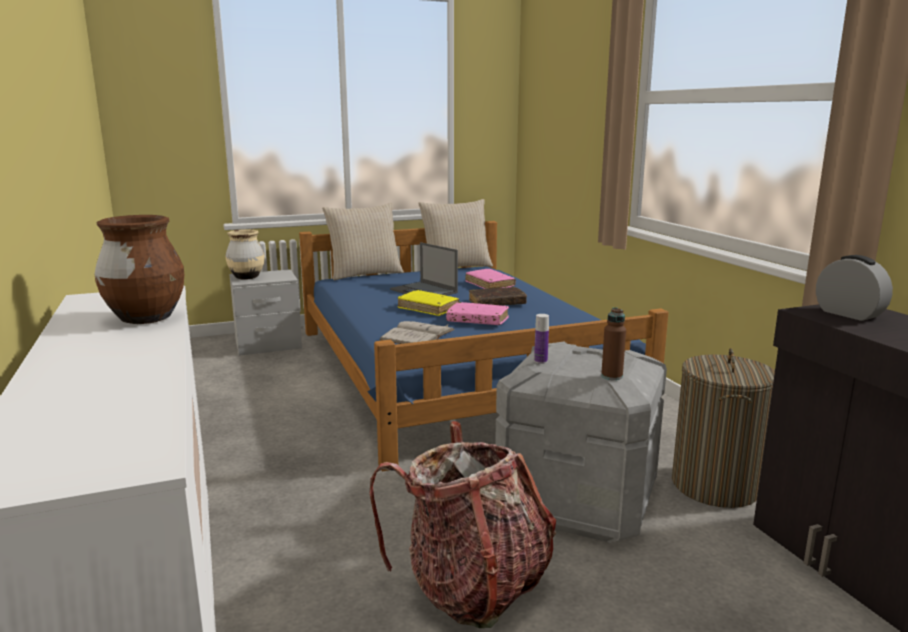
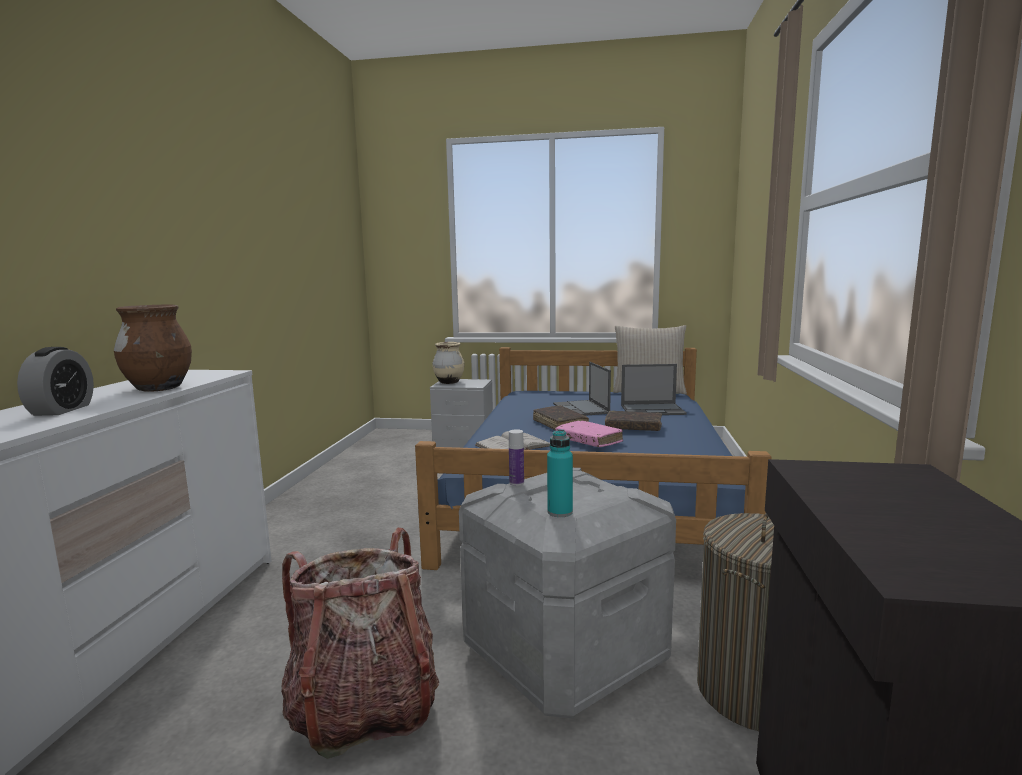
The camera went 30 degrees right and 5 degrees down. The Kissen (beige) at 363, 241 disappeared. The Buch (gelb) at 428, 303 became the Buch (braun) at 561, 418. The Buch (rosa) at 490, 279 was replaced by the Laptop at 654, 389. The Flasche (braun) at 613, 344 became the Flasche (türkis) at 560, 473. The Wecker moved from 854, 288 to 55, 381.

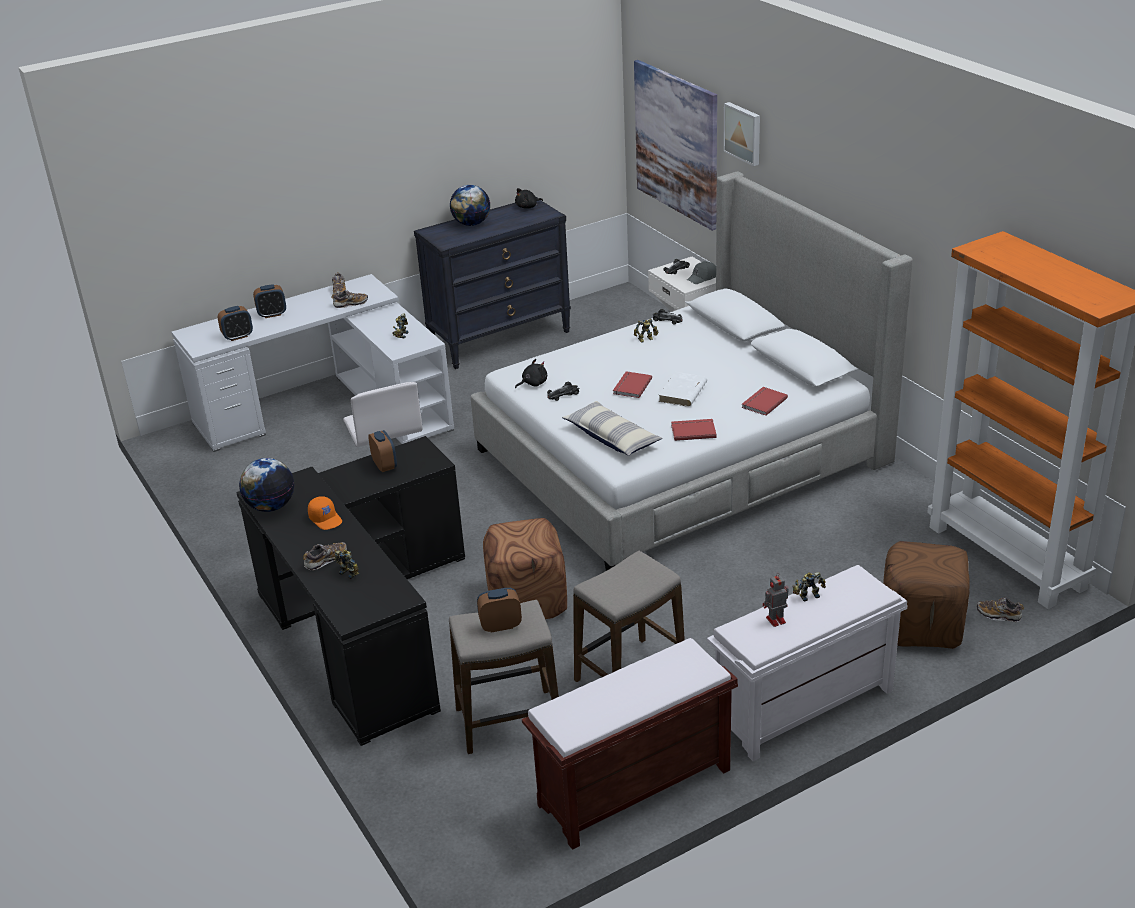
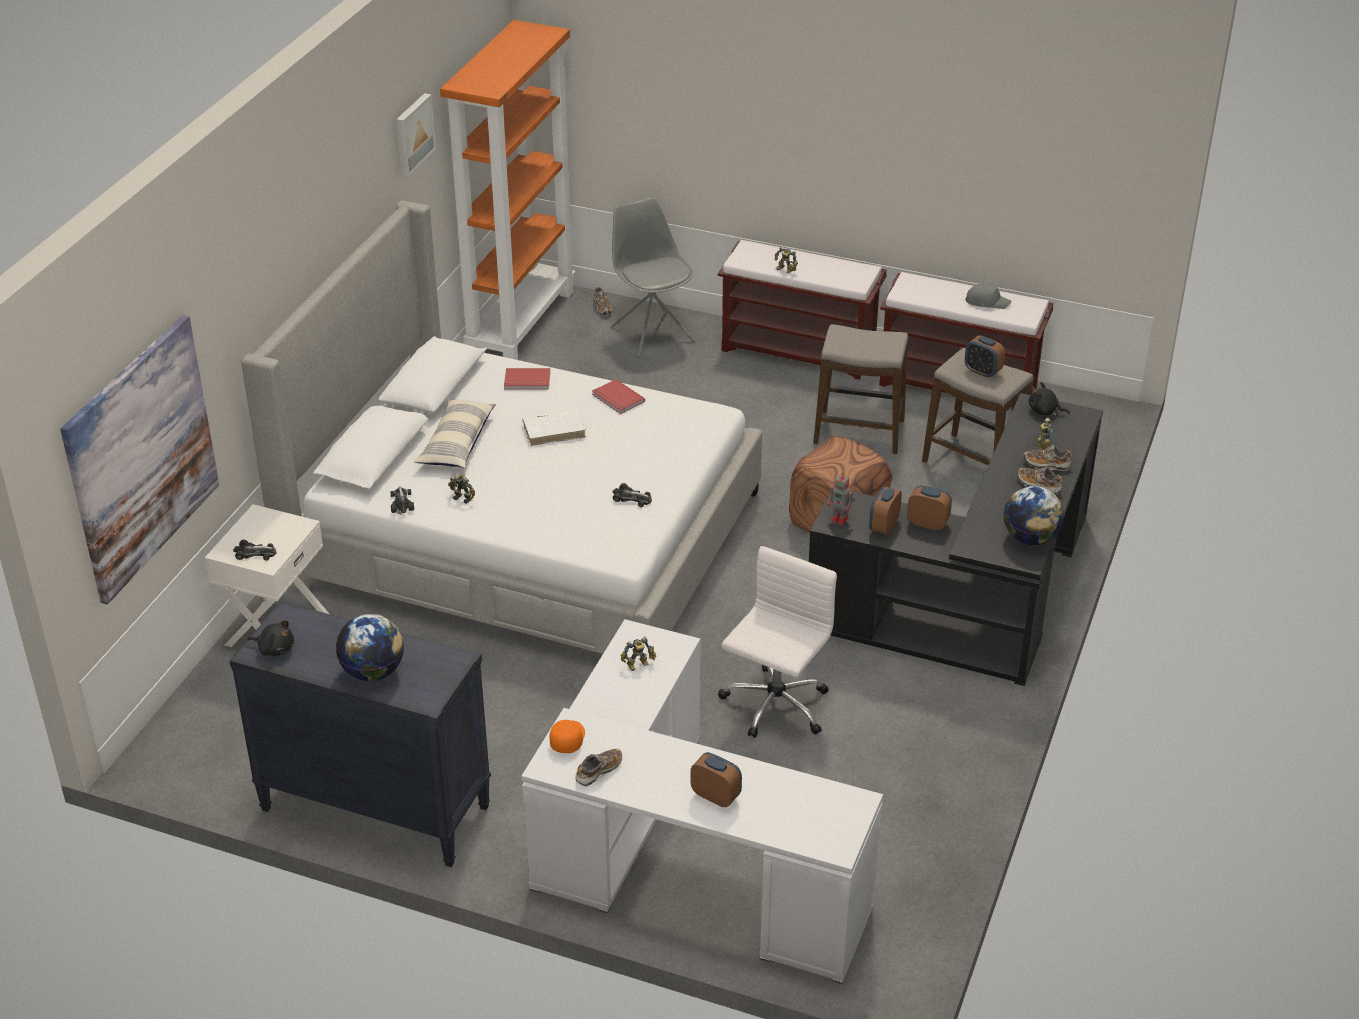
The camera went 130 degrees left and 5 degrees up. The Wecker moved from 235, 323 to 929, 507. The Kappe (orange) moved from 325, 513 to 567, 736. The Schuh moved from 349, 299 to 1040, 481. The Plüschtier (schwarz) moved from 531, 373 to 1049, 399. The Kissen moved from 612, 428 to 455, 433. The Buch (rot) at 632, 385 disappeared. The Kappe (grau) moved from 701, 272 to 988, 296. The Bank (weiß) at 807, 663 became the Bank (braun) at 802, 310. The Bild moved from 741, 134 to 416, 134. The Spielzeugroboter moved from 776, 600 to 841, 499. The Polsterhocker (braun) at 926, 595 was replaced by the Stuhl (grau) at 653, 278.

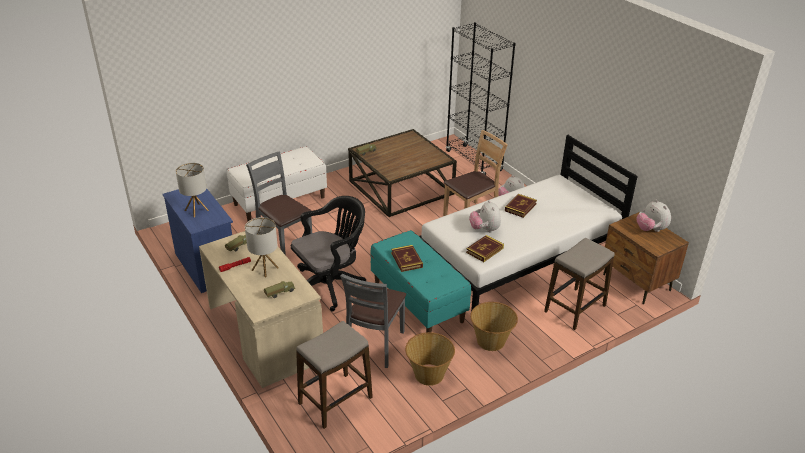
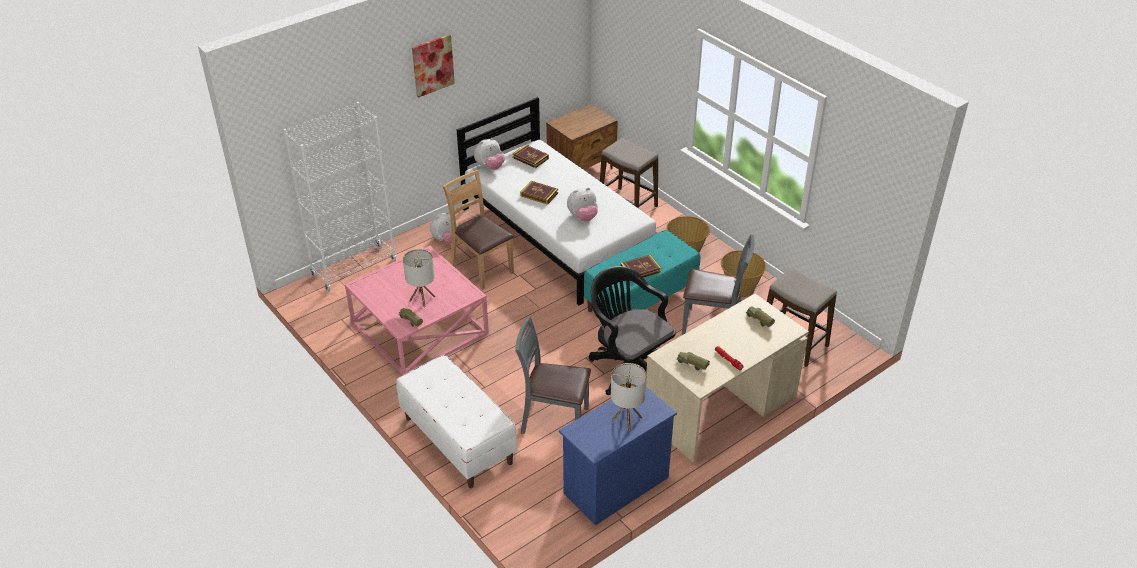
The camera went 95 degrees left and 5 degrees up. The Tischlampe moved from 262, 247 to 419, 278. The Stuhl (grau) at 279, 203 turned 60 degrees clockwise. The Couchtisch (braun) at 402, 173 became the Couchtisch (rosa) at 417, 310. The Bücherregal (schwarz) at 481, 98 became the Bücherregal (weiß) at 340, 197. The Buch moved from 485, 248 to 530, 156. The Plüschtier moved from 653, 215 to 489, 154. The Bild at 433, 66 appeared.

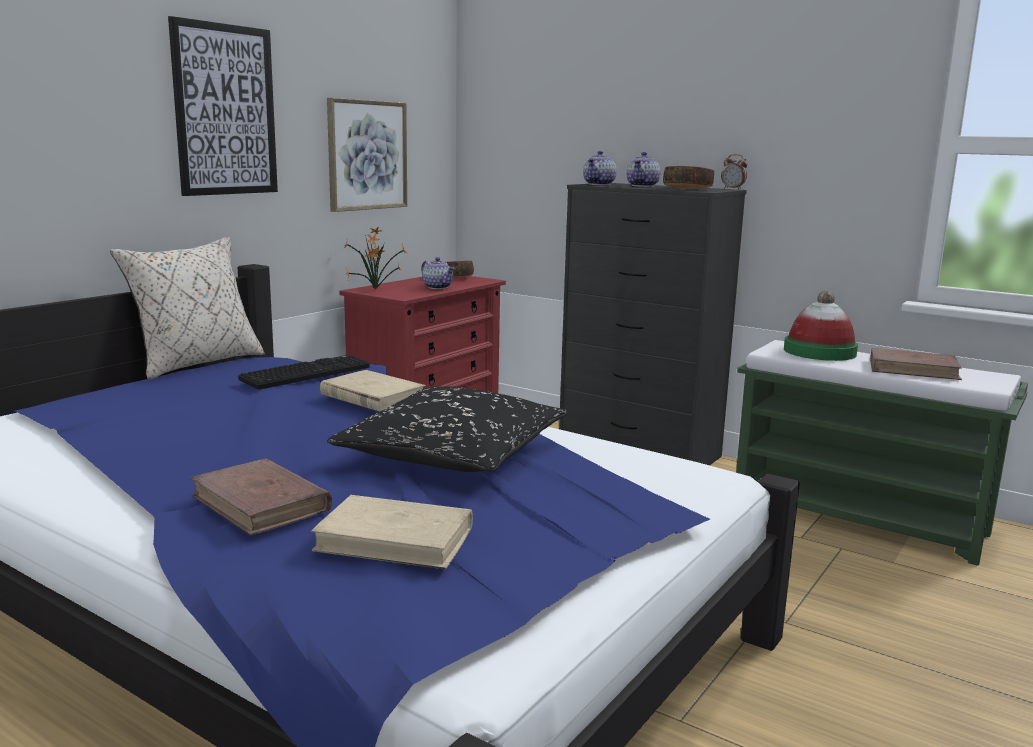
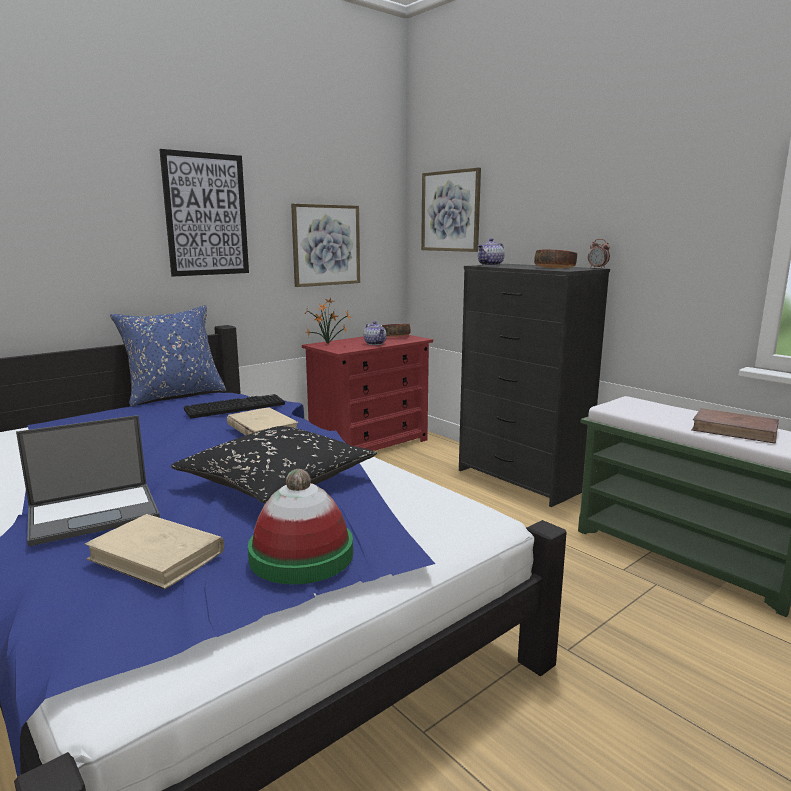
The camera went 15 degrees right and 0 degrees up. The Kissen (beige) at 187, 308 became the Kissen (blau) at 168, 356. The Buch (braun) at 261, 497 was replaced by the Laptop at 88, 481. The Teekanne at 643, 169 disappeared. The Hut moved from 821, 326 to 300, 526. The Bild at 451, 209 appeared.

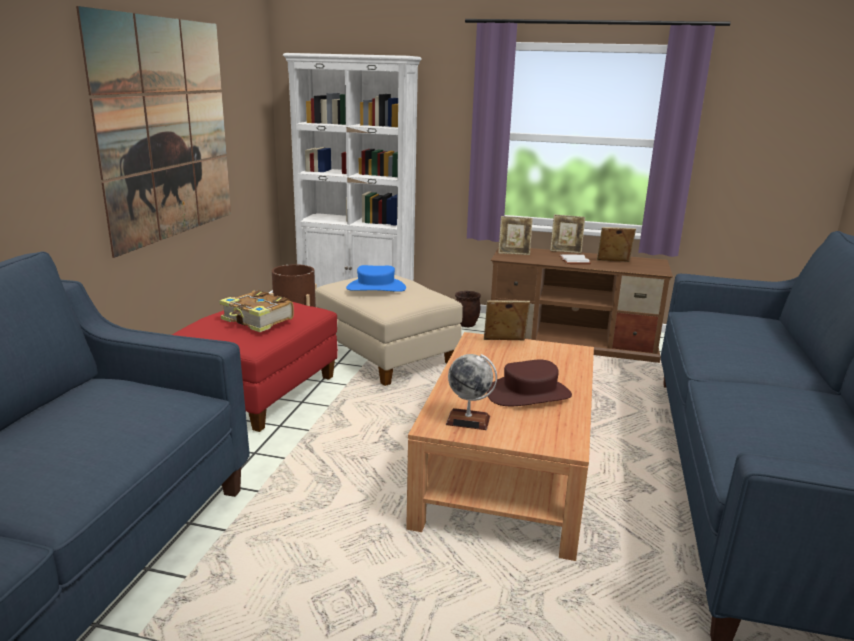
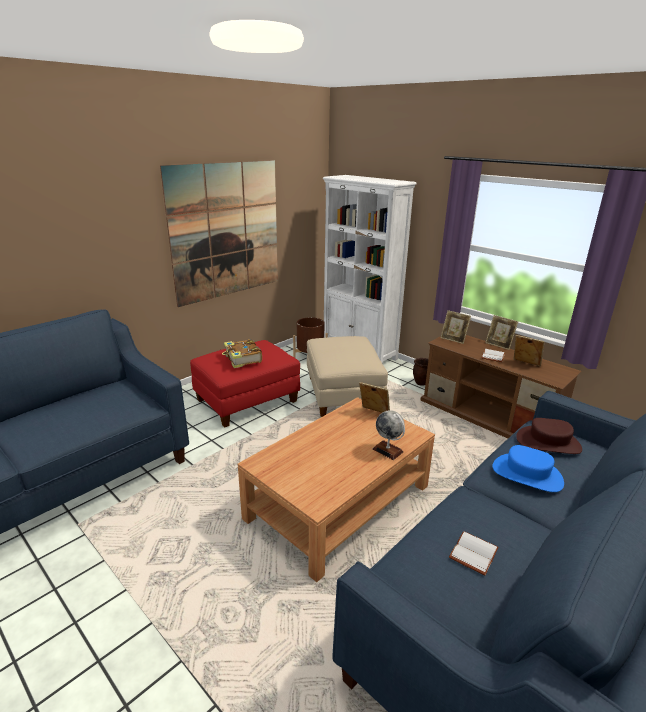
The camera went 30 degrees right and 5 degrees up. The Hut (blau) moved from 376, 278 to 528, 468. The Globus moved from 471, 392 to 388, 435. The Hut (braun) moved from 529, 383 to 549, 436. The Buch (weiß) at 474, 553 appeared.

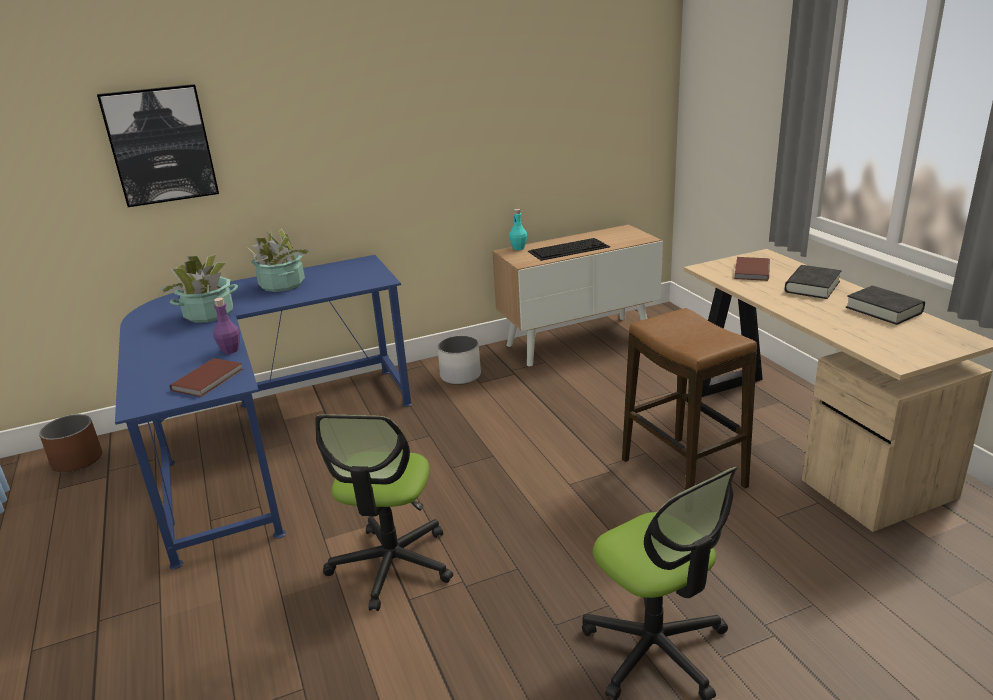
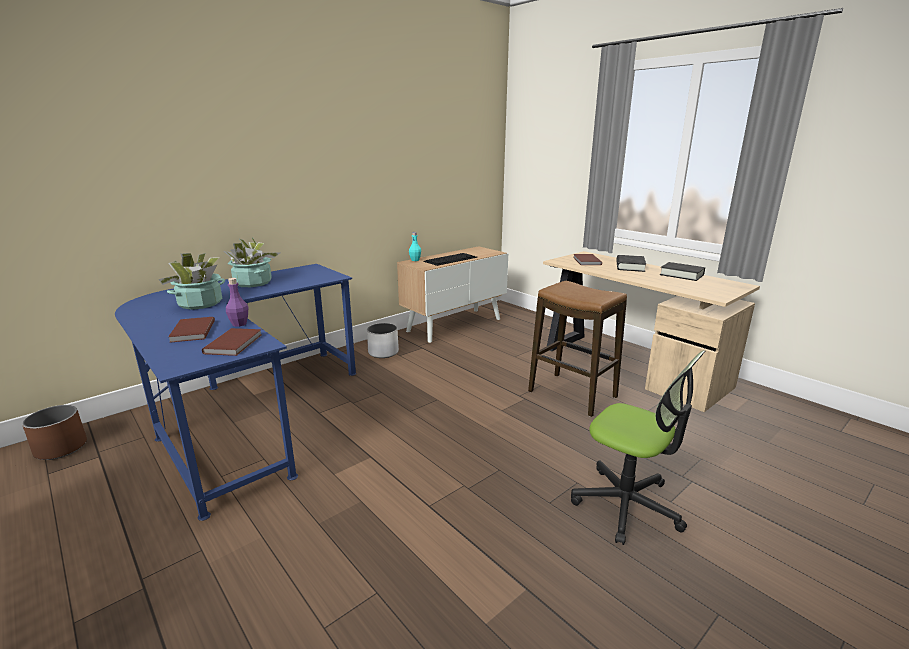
The camera went 20 degrees left and 5 degrees down. The Bild at 158, 145 disappeared. The Bürostuhl at 384, 512 disappeared. The Buch (braun) at 191, 330 appeared.

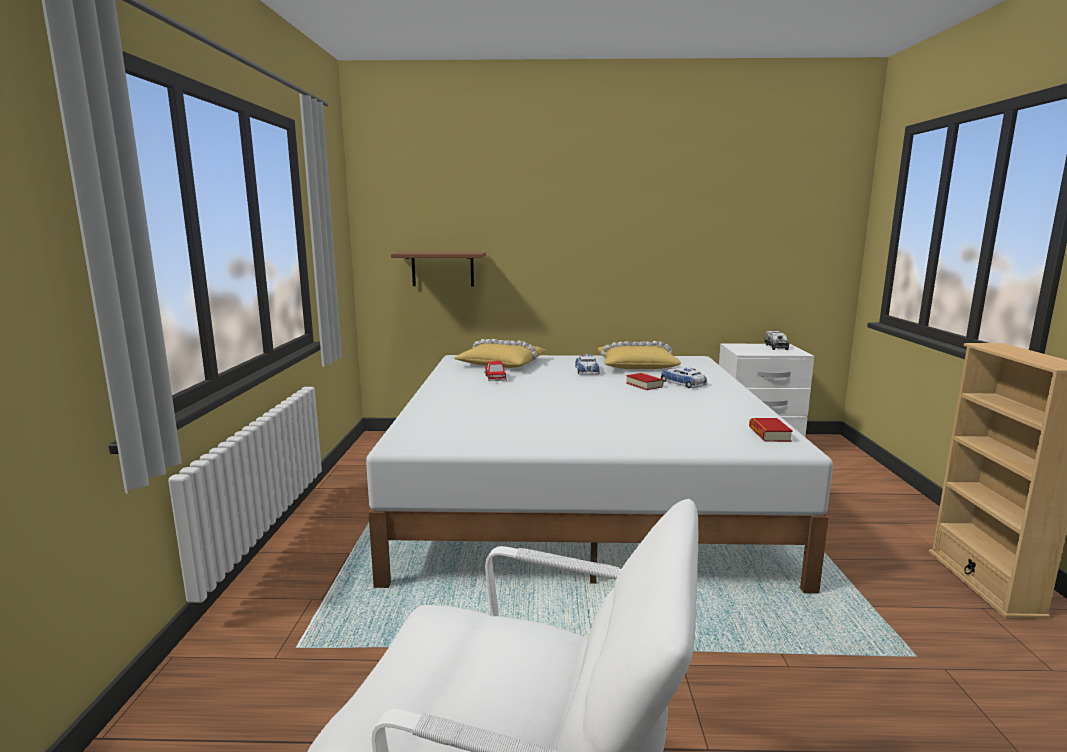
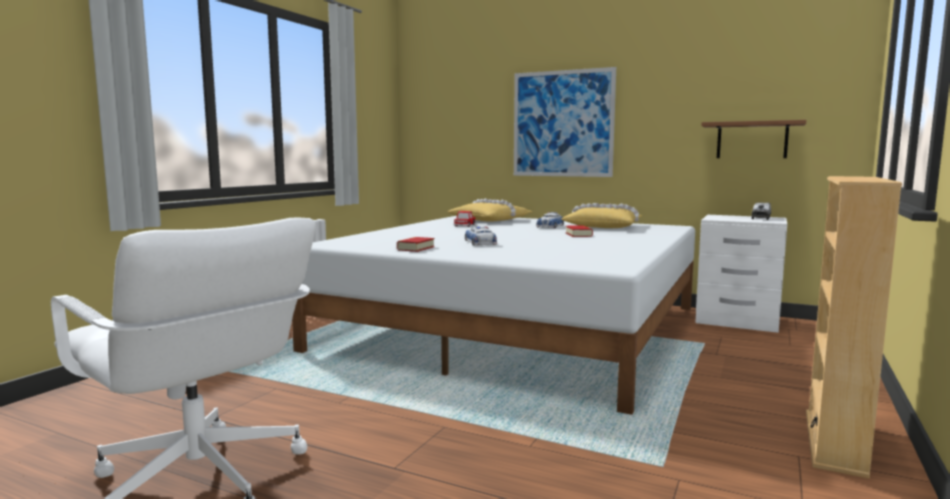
The camera went 25 degrees right and 5 degrees down. The Wandregal (braun) moved from 438, 269 to 753, 139. The Spielzeugauto moved from 684, 377 to 481, 236. The Buch moved from 771, 430 to 416, 244. The Bild at 565, 122 appeared.

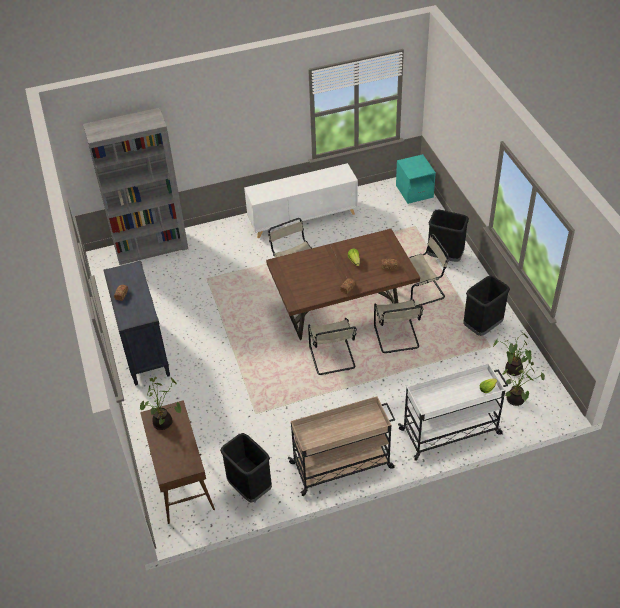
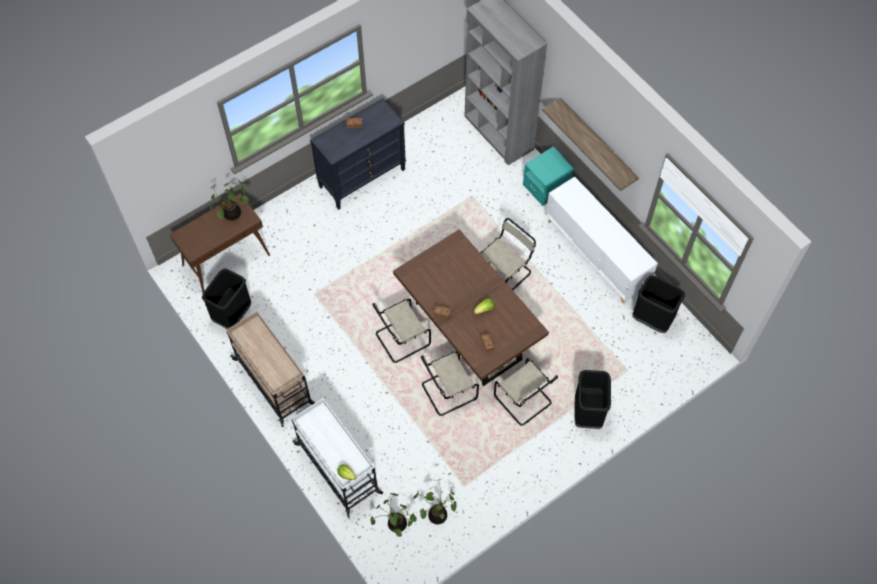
The camera went 70 degrees right and 15 degrees up. The Nachttisch (türkis) moved from 416, 179 to 548, 176. The Mülleimer (schwarz) moved from 486, 306 to 658, 304. The Wandregal at 590, 144 appeared.

